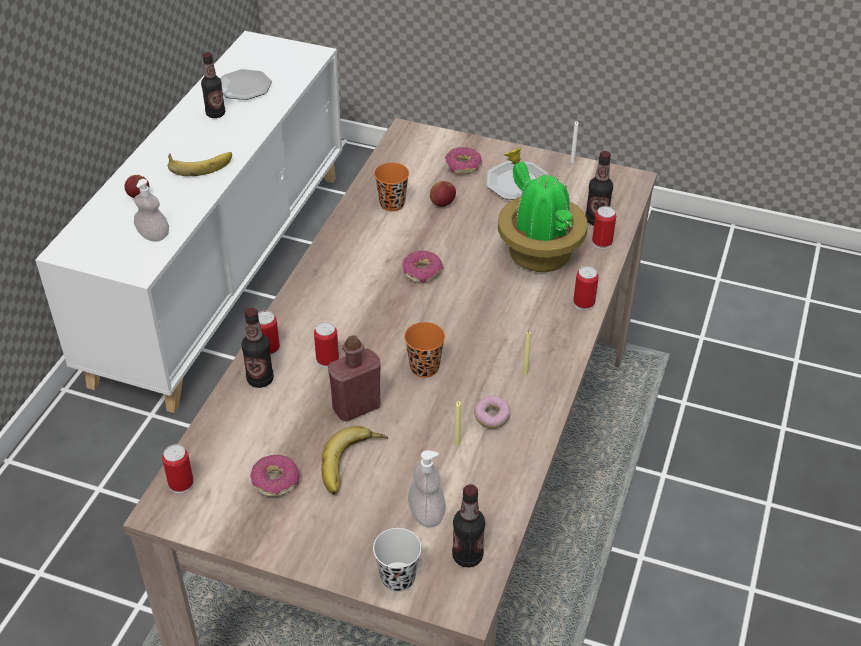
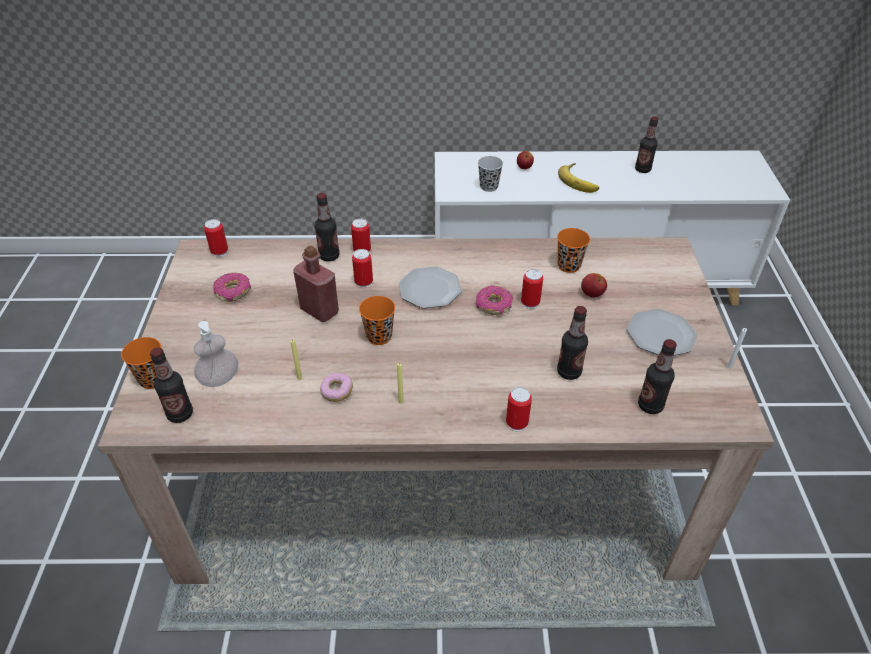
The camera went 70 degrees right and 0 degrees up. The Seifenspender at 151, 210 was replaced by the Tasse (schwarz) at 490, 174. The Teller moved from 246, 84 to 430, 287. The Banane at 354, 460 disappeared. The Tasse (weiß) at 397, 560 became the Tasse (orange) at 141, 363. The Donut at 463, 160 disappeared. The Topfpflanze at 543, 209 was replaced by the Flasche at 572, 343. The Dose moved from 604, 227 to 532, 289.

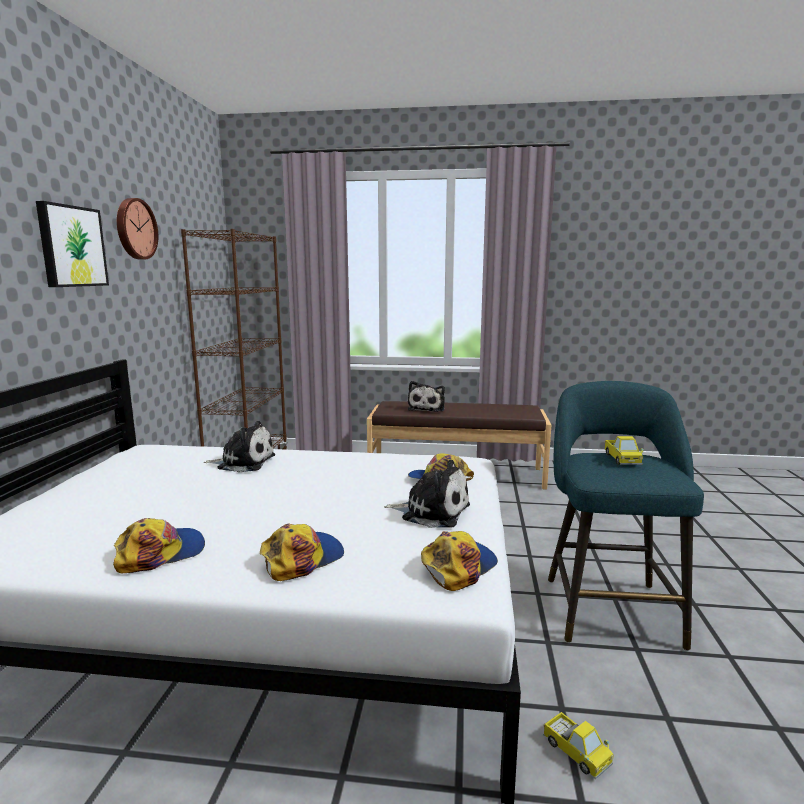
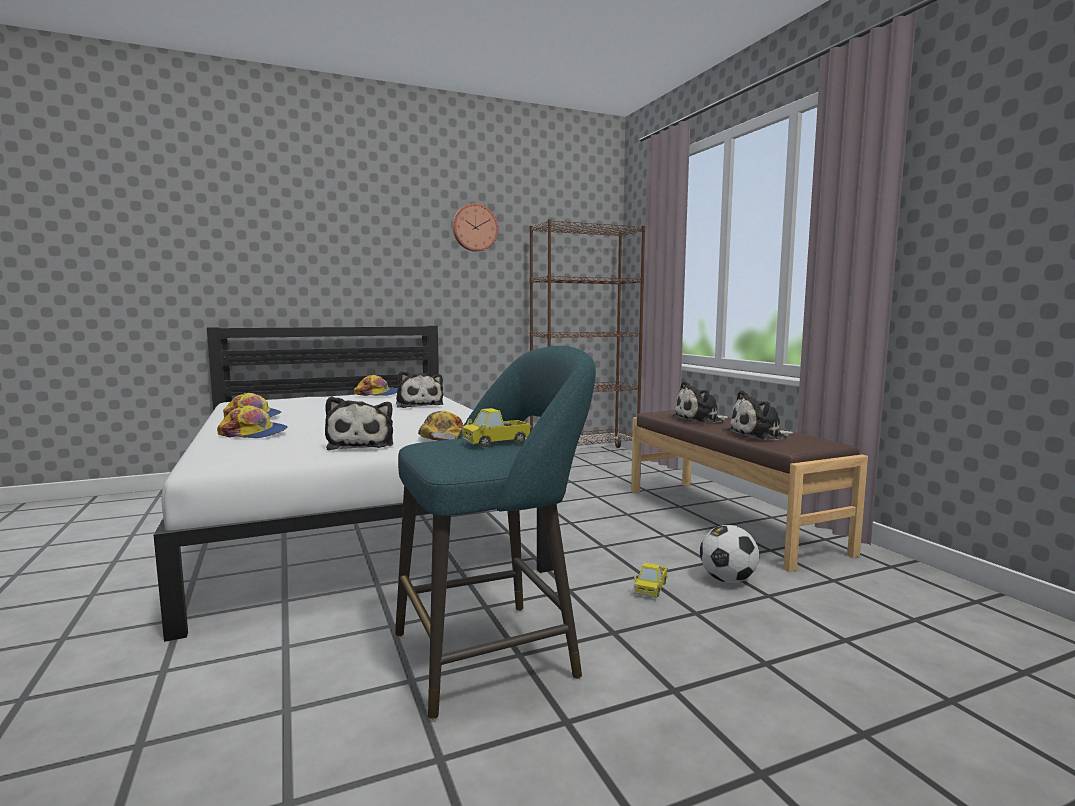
The camera went 60 degrees right and 5 degrees down. The Bild at 72, 244 disappeared. The Kappe moved from 459, 561 to 375, 385. The Spielzeuglaster moved from 578, 746 to 651, 580. The Fußball at 729, 554 appeared. The Plüschtier at 760, 415 appeared.

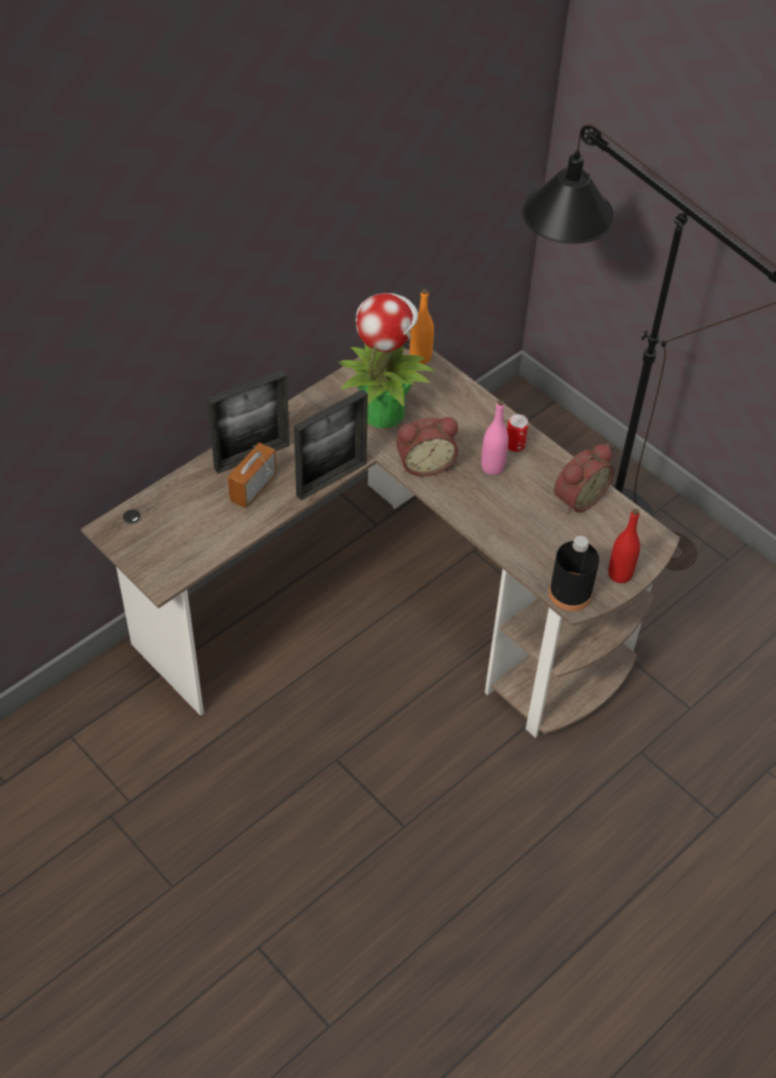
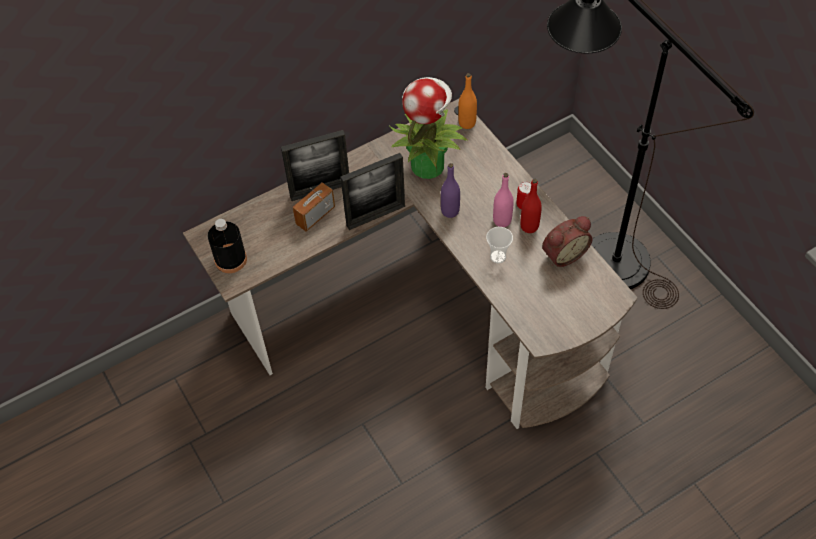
The camera went 15 degrees right and 5 degrees up. The Wecker at 427, 446 was replaced by the Flasche (lila) at 450, 190. The Flasche (schwarz) moved from 574, 573 to 227, 246. The Flasche (rot) moved from 624, 546 to 531, 206. The Tasse at 499, 245 appeared.

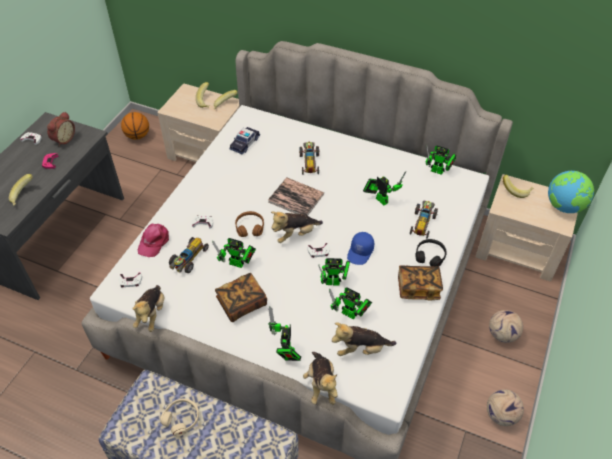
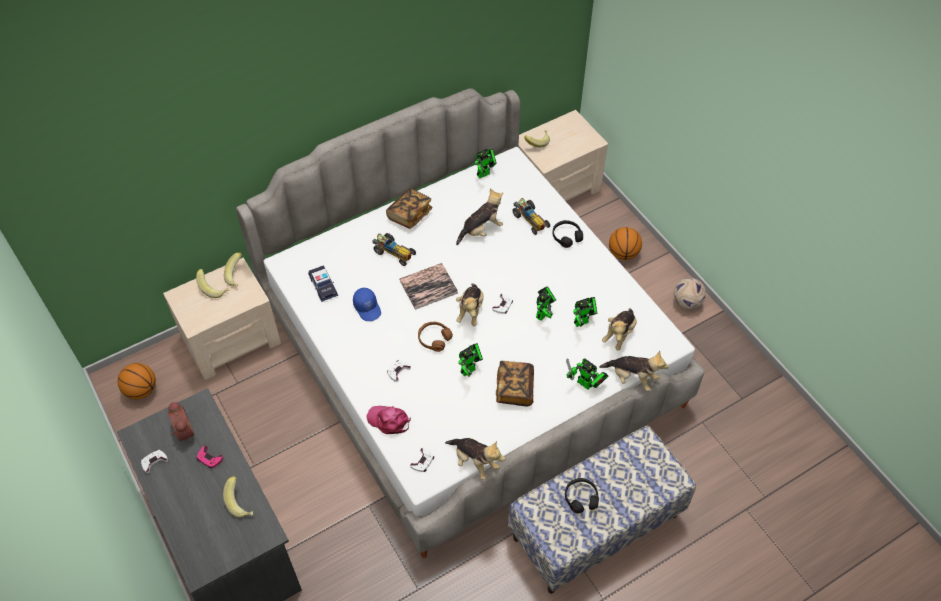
The camera went 55 degrees left and 5 degrees up. The Kappe (rosa) at 153, 240 turned 150 degrees clockwise. The Kopfhörer (beige) at 179, 417 became the Kopfhörer (schwarz) at 582, 496. The Spielzeugauto at 189, 255 disappeared. The Kappe (blau) moved from 360, 248 to 367, 304. The Spielzeugroboter at 384, 188 was replaced by the Plüschtier at 479, 216. The Buch moved from 420, 283 to 409, 208. The Fußball at 506, 326 was replaced by the Basketball at 625, 243. The Globus at 571, 192 disappeared.

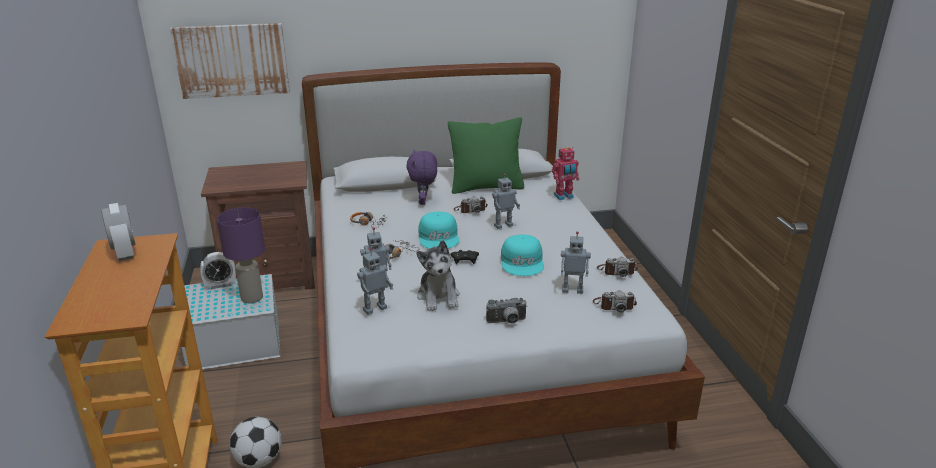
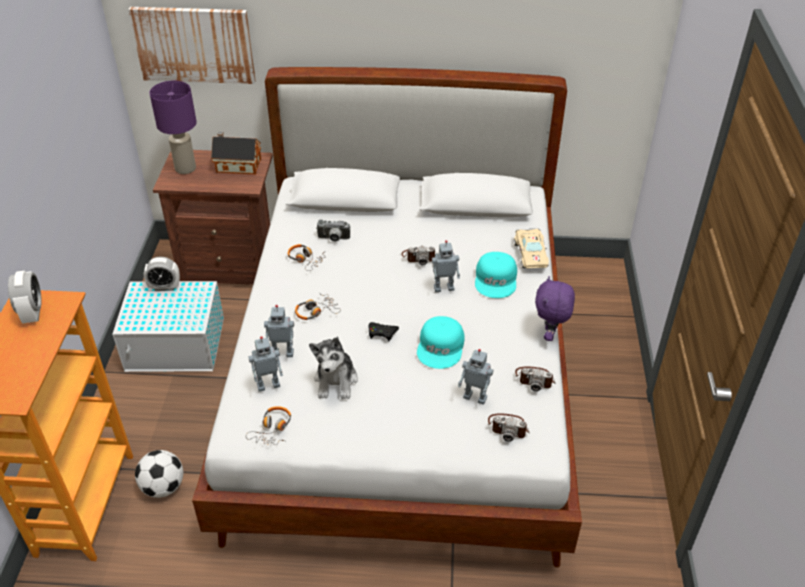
The camera went 15 degrees right and 15 degrees up. The Tischlampe (lila) moved from 241, 255 to 173, 127. The Plüschtier (lila) moved from 421, 177 to 555, 308. The Kappe (türkis) moved from 438, 230 to 496, 275. The Kissen (grün) at 486, 155 disappeared. The Kamera moved from 506, 311 to 333, 230. The Spielzeugroboter at 565, 173 was replaced by the Spielzeugauto (beige) at 531, 249. The Spielzeughaus at 236, 153 appeared. The Kopfhörer at 268, 425 appeared.

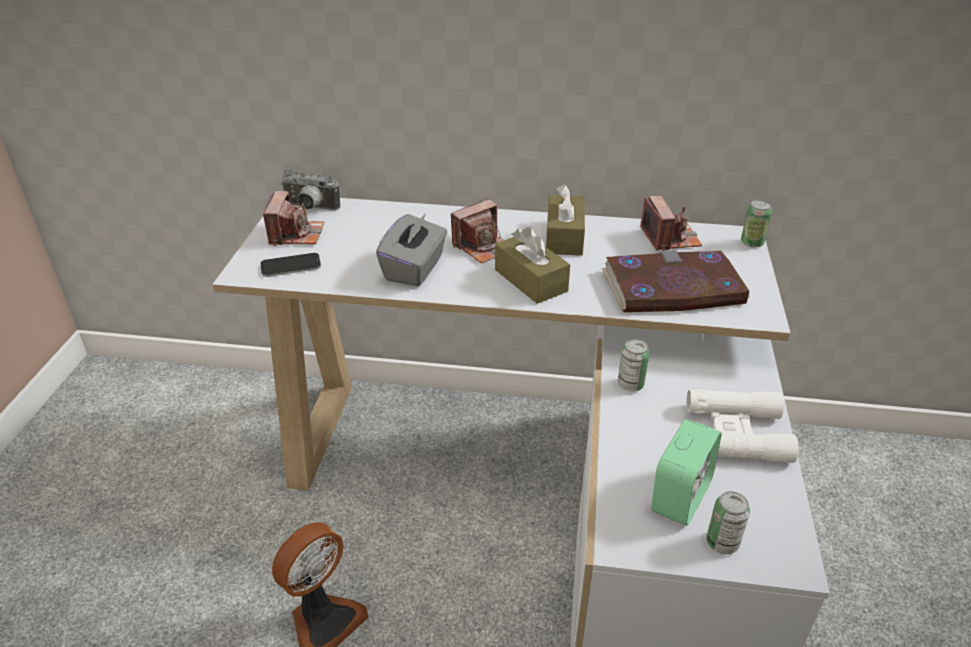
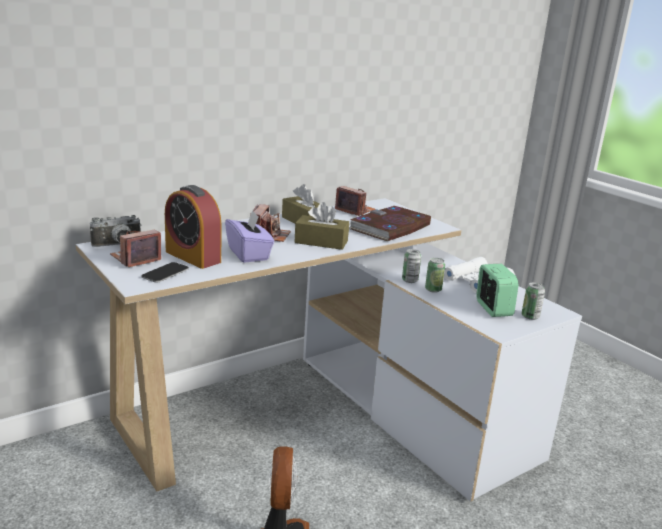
The camera went 45 degrees left and 15 degrees down. The Kamera at 293, 218 turned 90 degrees counterclockwise. The Taschentuchbox (grau) at 411, 249 became the Taschentuchbox (lila) at 249, 236. The Dose moved from 756, 224 to 435, 275. The Wecker at 193, 227 appeared.

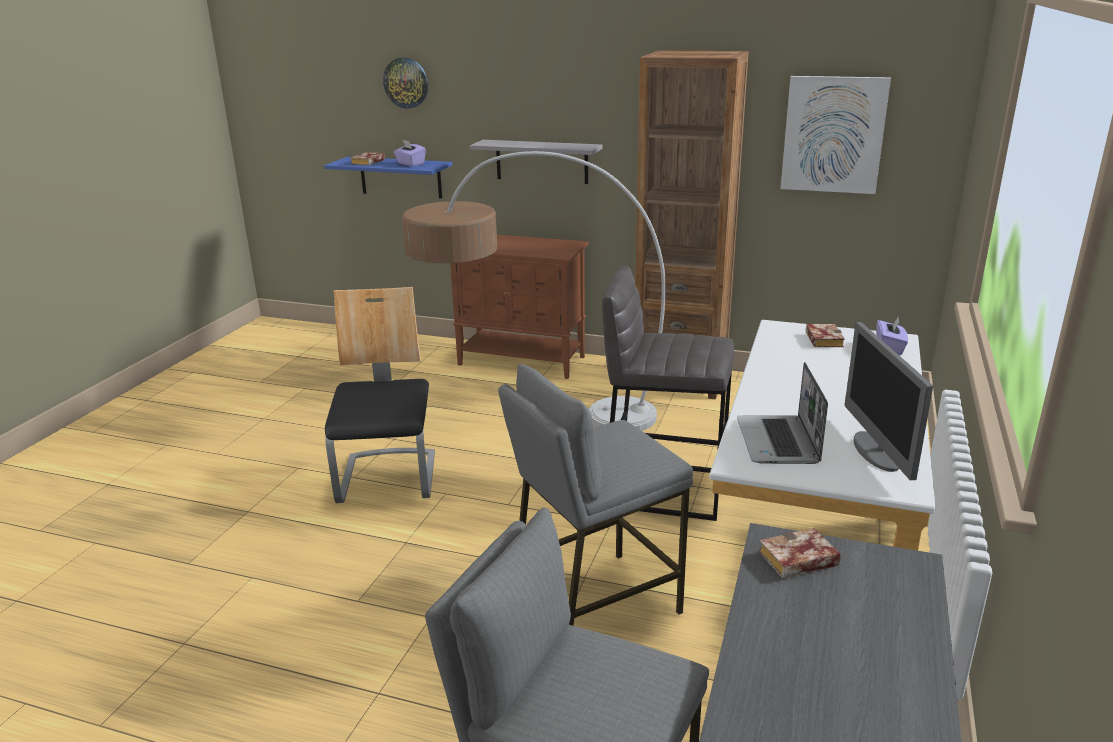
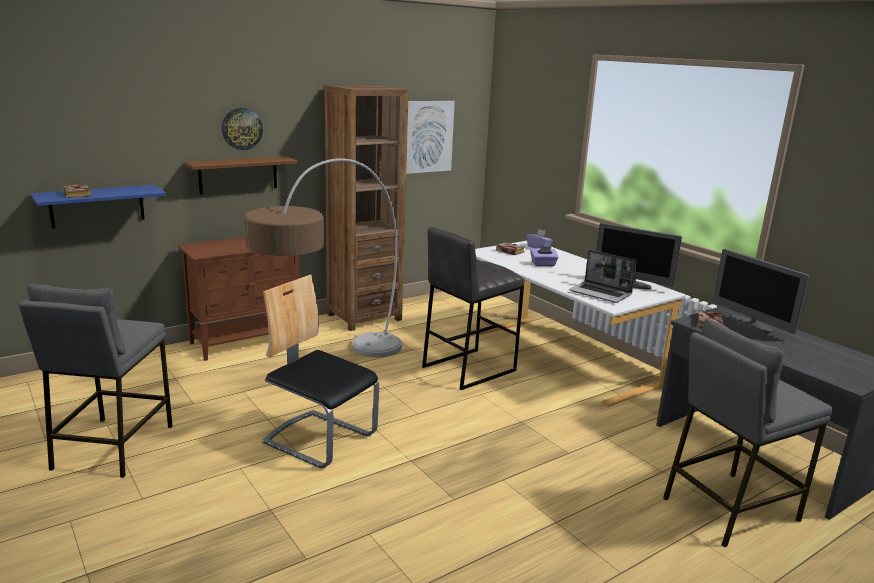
The camera went 55 degrees left and 5 degrees down. The Wanduhr moved from 405, 83 to 242, 129. The Taschentuchbox (lila) moved from 410, 152 to 544, 256. The Wandregal (grau) at 536, 162 became the Wandregal (braun) at 241, 175. The Hocker (grau) moved from 595, 495 to 96, 381. The Monitor at 761, 291 appeared.

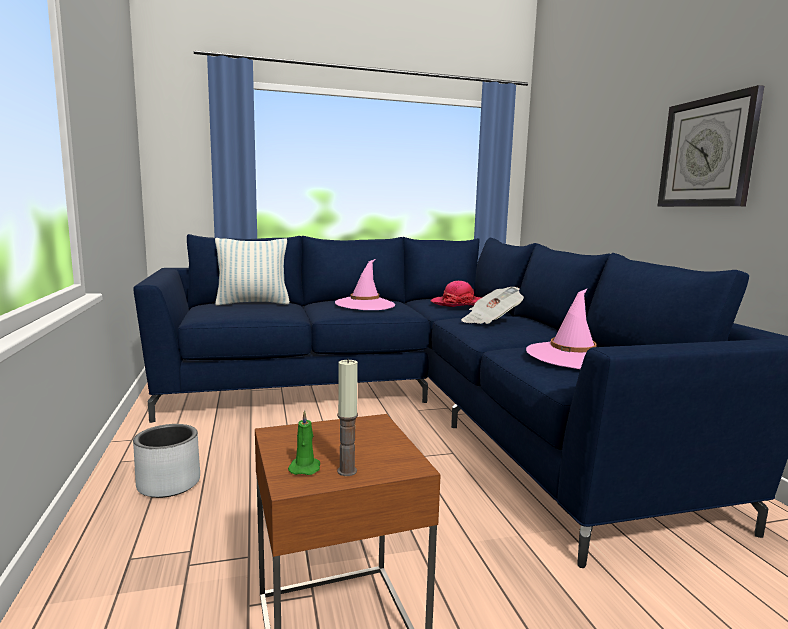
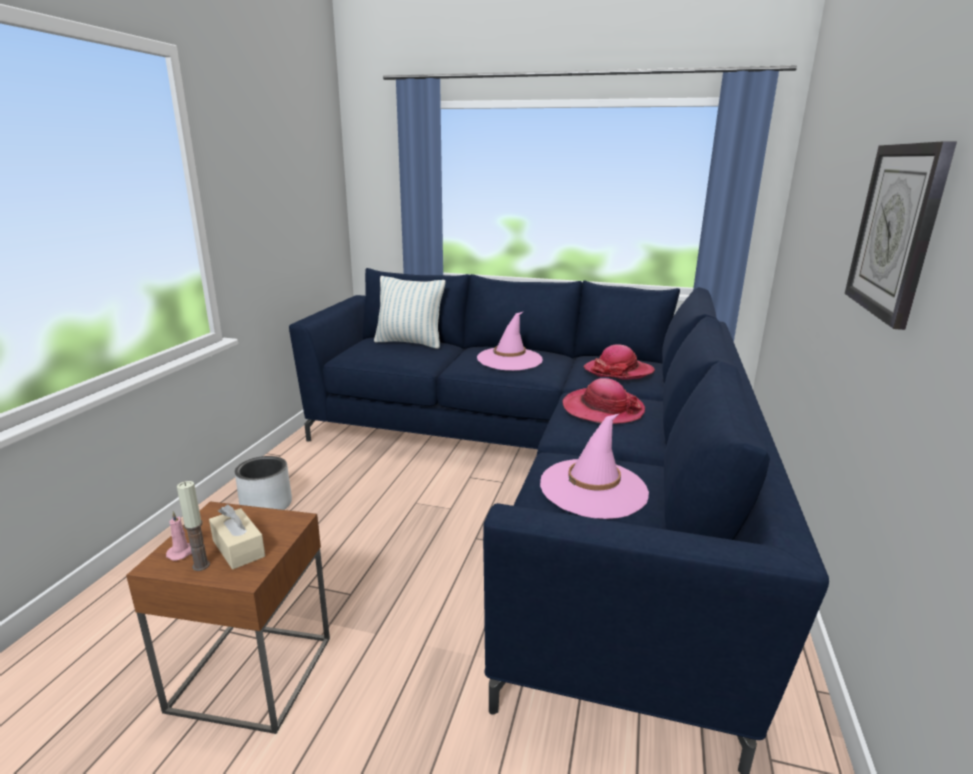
The camera went 30 degrees right and 10 degrees up. The Kerze (grün) at 304, 442 became the Kerze (rosa) at 179, 536. The Zeitung at 492, 305 was replaced by the Hut at 604, 401. The Taschentuchbox (beige) at 237, 537 appeared.

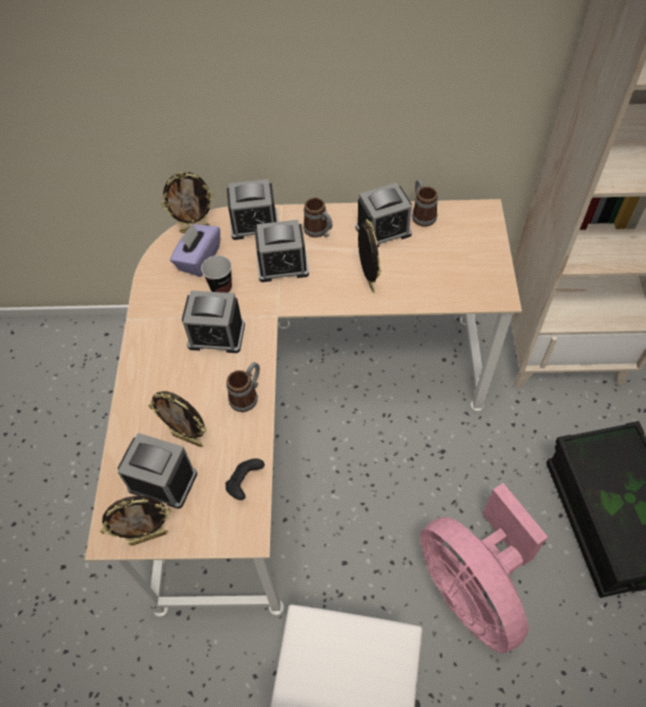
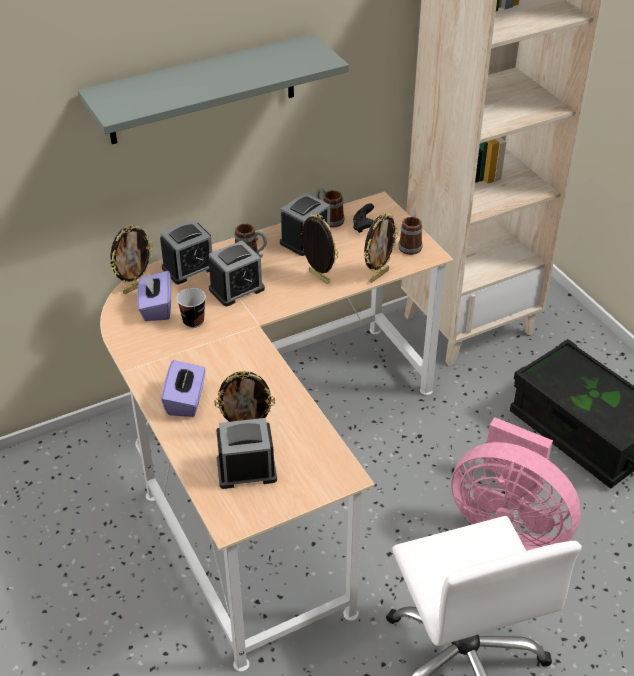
The camera went 30 degrees left and 15 degrees down. The Bilderrahmen moved from 135, 521 to 381, 248. The Wecker at 213, 322 disappeared. The Gamepad (schwarz) moved from 245, 479 to 363, 218. The Henkelbecher moved from 243, 387 to 410, 233. The Wandregal (grau) at 213, 89 appeared. The Taschentuchbox (lila) at 183, 388 appeared.

